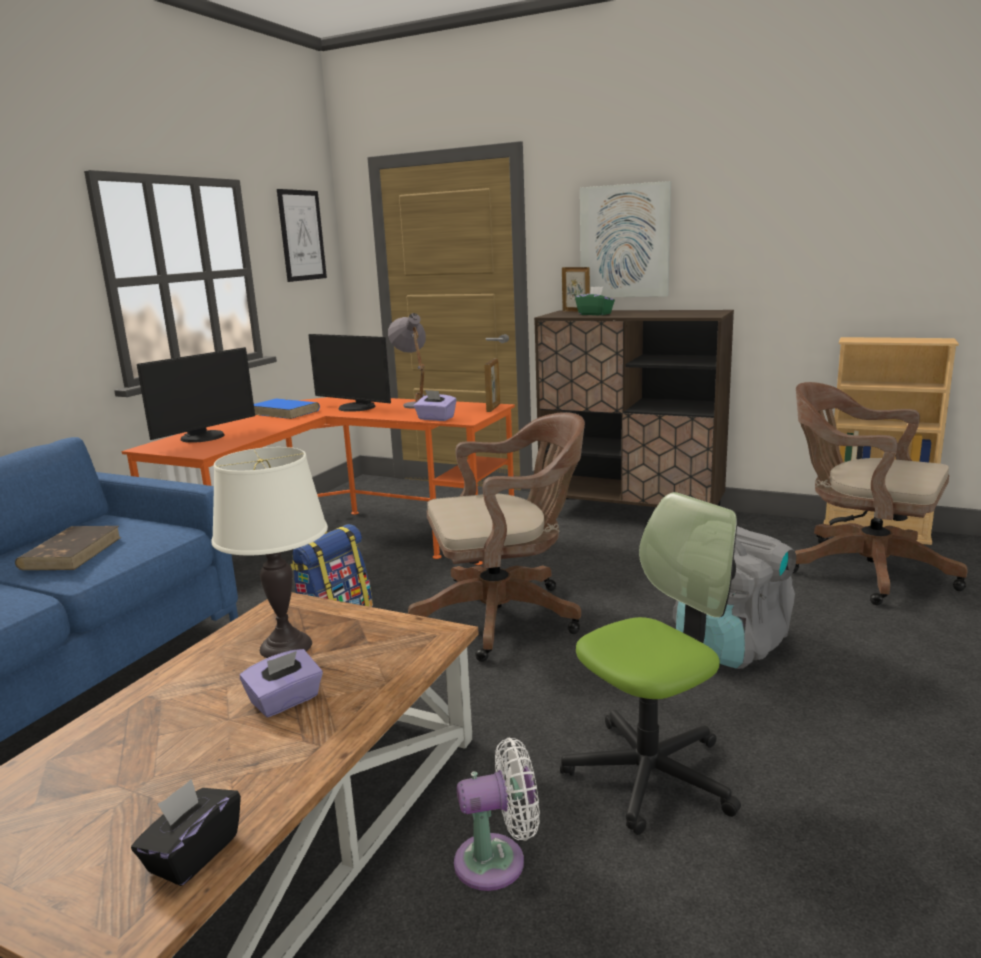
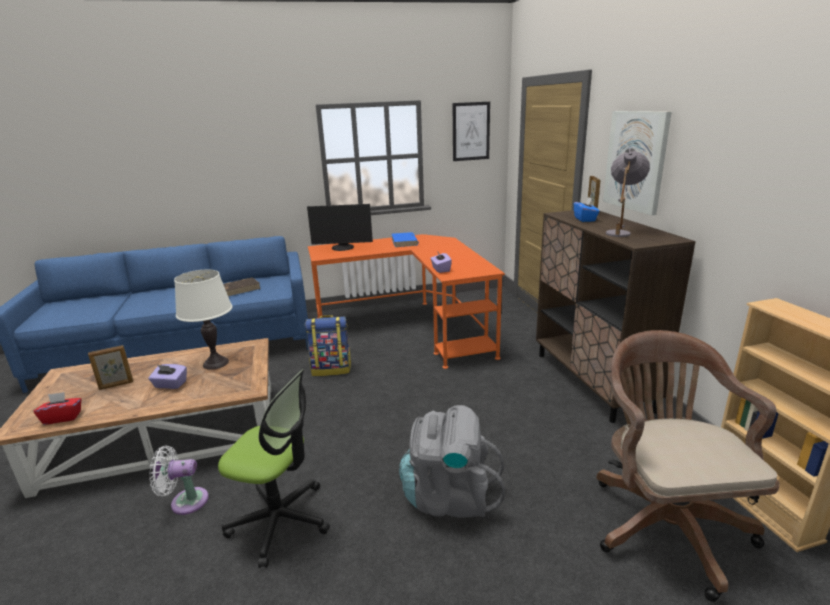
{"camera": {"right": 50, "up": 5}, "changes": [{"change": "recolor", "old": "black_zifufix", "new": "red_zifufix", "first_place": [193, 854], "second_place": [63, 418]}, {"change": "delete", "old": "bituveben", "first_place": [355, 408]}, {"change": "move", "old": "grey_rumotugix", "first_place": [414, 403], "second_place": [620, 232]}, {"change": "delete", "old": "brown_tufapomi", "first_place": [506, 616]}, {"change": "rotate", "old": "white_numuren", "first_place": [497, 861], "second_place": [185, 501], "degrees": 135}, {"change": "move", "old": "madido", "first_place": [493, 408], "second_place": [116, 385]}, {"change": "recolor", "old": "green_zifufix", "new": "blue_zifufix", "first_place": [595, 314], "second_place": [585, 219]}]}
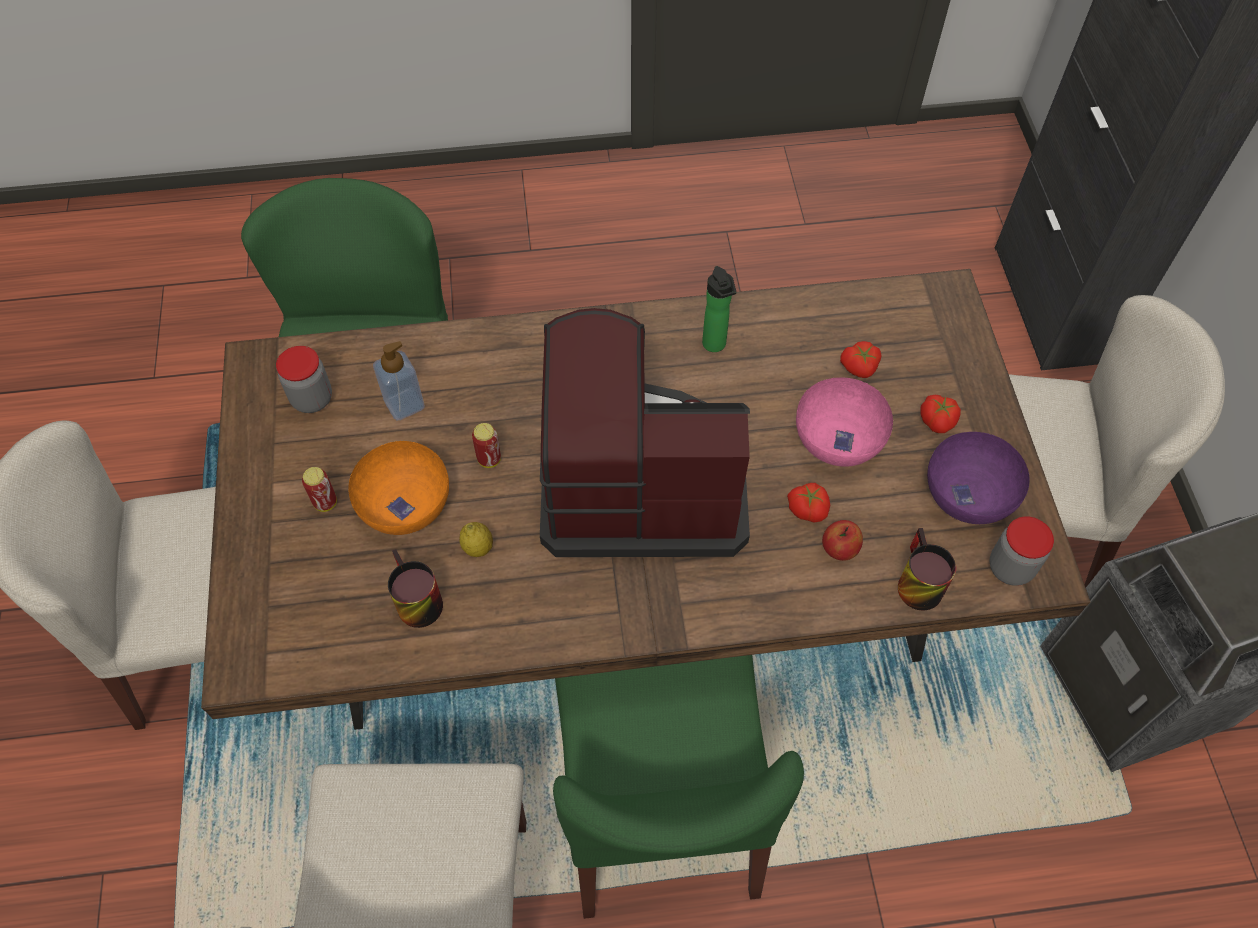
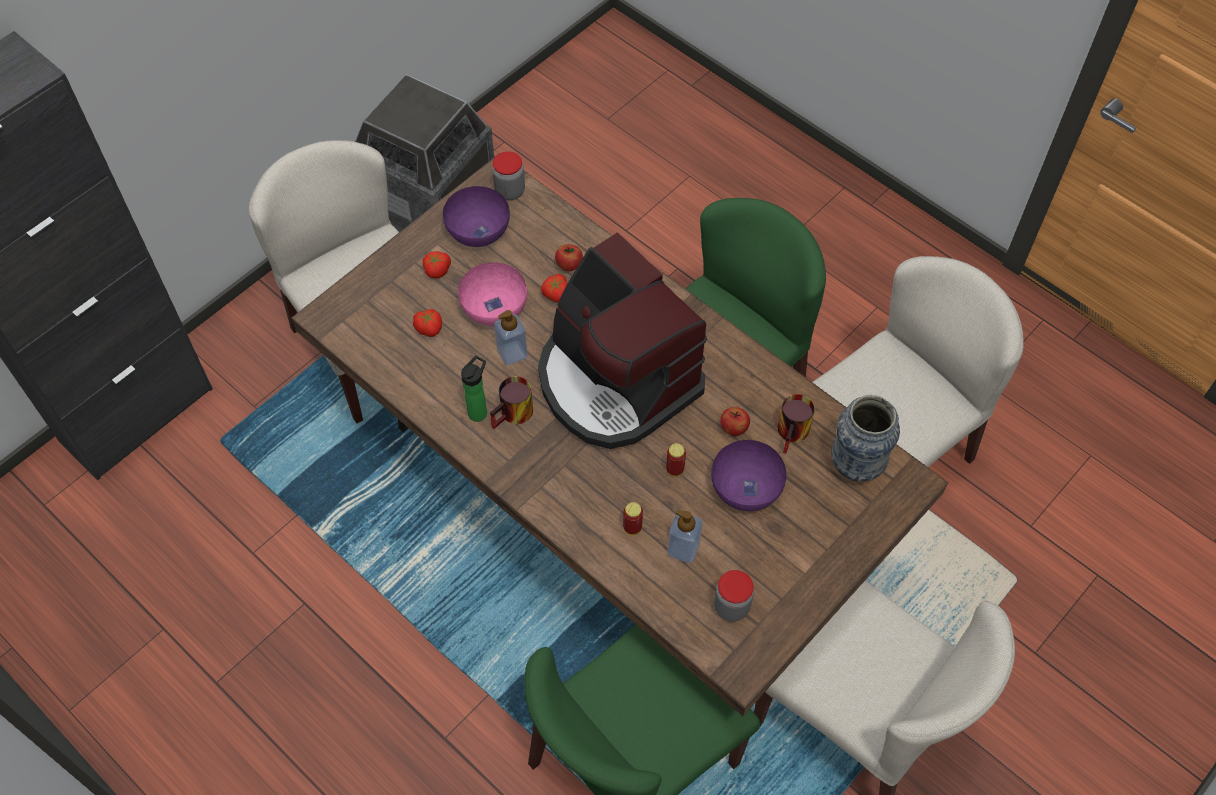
{"camera": {"right": -130, "up": 0}, "changes": [{"change": "move", "old": "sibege", "first_place": [325, 502], "second_place": [632, 527]}, {"change": "recolor", "old": "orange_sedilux", "new": "purple_sedilux", "first_place": [406, 505], "second_place": [745, 487]}, {"change": "replace", "old": "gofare", "new": "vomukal", "first_place": [478, 548], "second_place": [733, 428]}, {"change": "move", "old": "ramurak", "first_place": [914, 582], "second_place": [514, 416]}, {"change": "insert", "new": "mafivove", "second_place": [512, 353]}, {"change": "insert", "new": "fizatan", "second_place": [856, 465]}]}
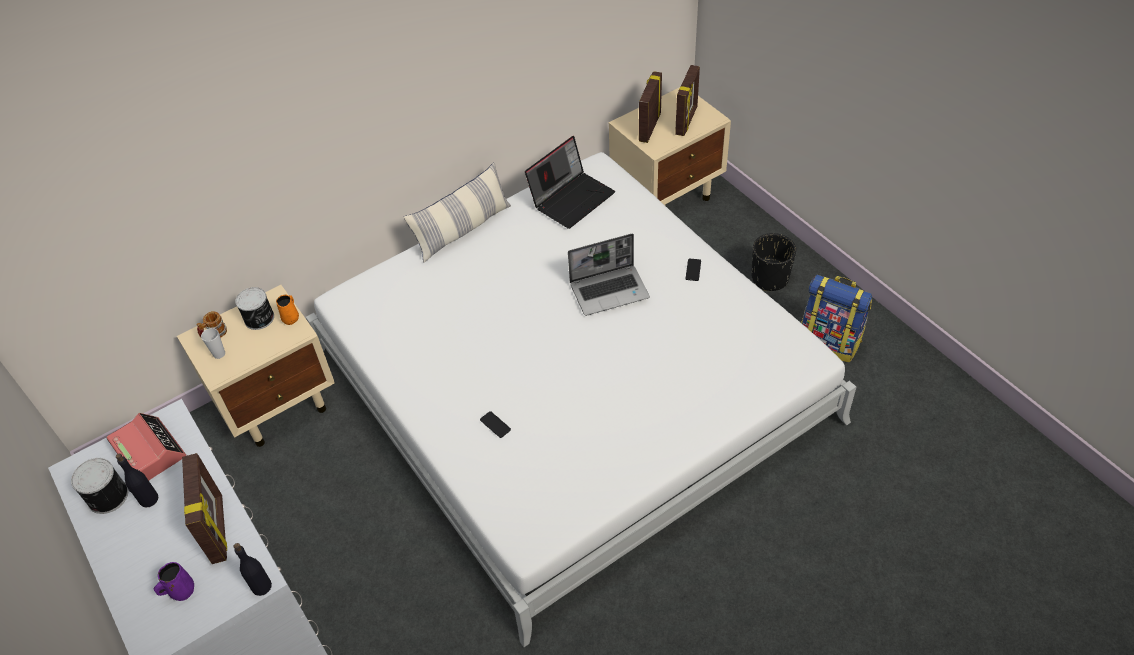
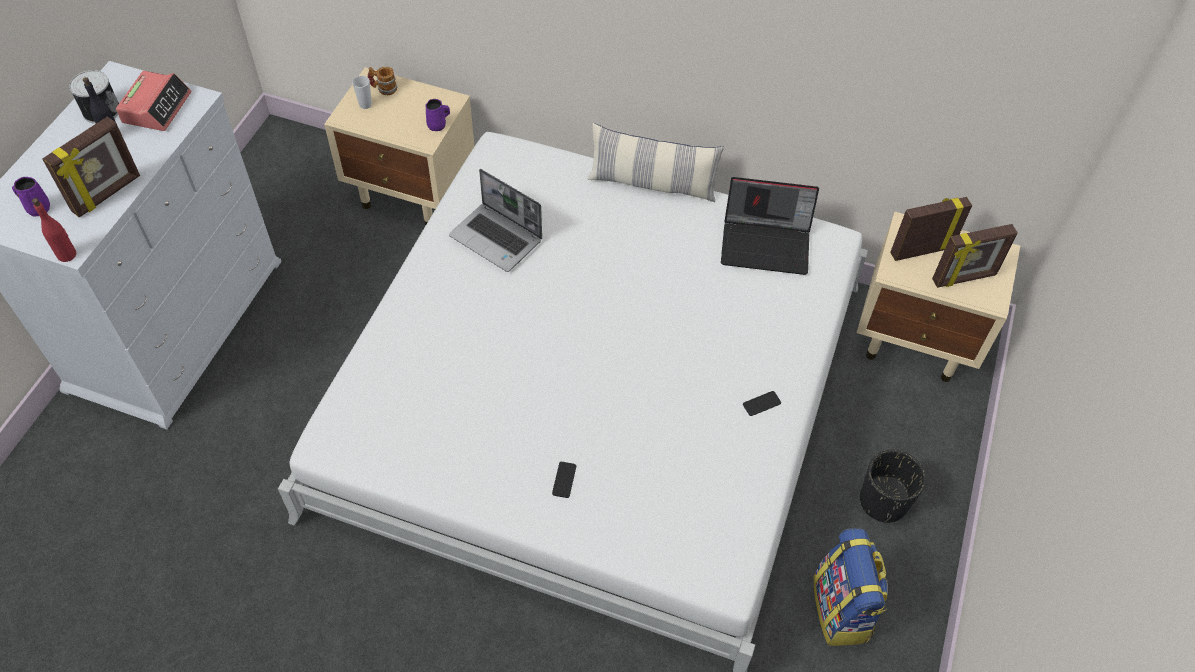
{"camera": {"right": 50, "up": 5}, "changes": [{"change": "recolor", "old": "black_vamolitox", "new": "red_vamolitox", "first_place": [262, 586], "second_place": [67, 254]}, {"change": "delete", "old": "sibege", "first_place": [259, 318]}, {"change": "recolor", "old": "orange_ramurak", "new": "purple_ramurak", "first_place": [291, 318], "second_place": [438, 125]}, {"change": "move", "old": "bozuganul", "first_place": [495, 425], "second_place": [564, 480]}, {"change": "move", "old": "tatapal", "first_place": [610, 290], "second_place": [497, 238]}]}
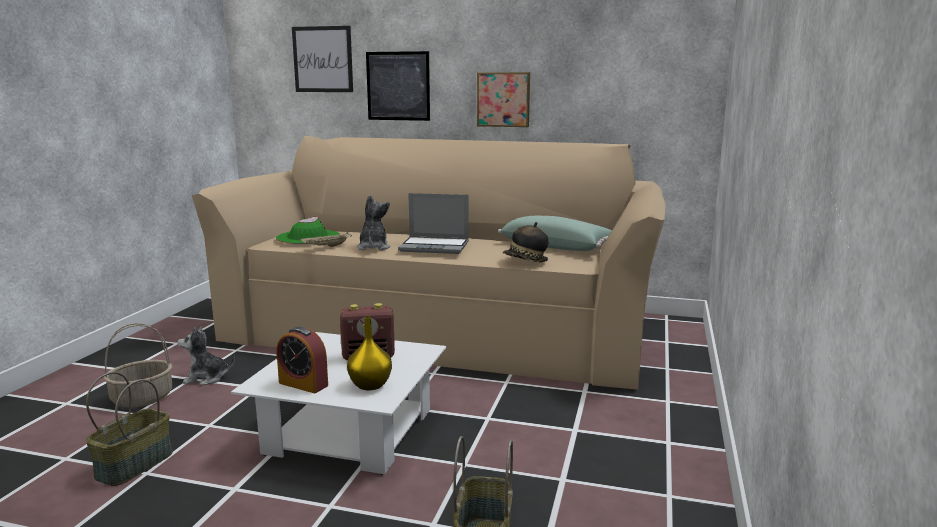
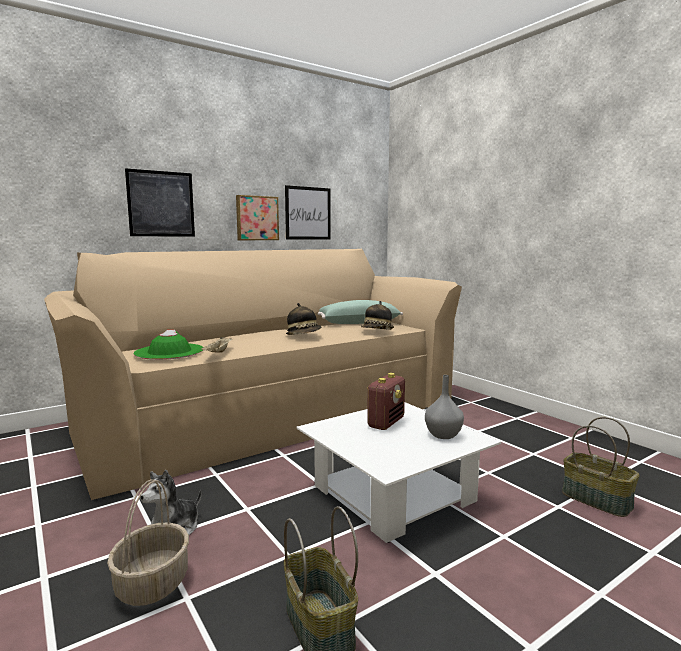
{"camera": {"right": -50, "up": -5}, "changes": [{"change": "delete", "old": "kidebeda", "first_place": [303, 384]}, {"change": "move", "old": "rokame", "first_place": [323, 59], "second_place": [308, 213]}, {"change": "recolor", "old": "yellow_fizatan", "new": "grey_fizatan", "first_place": [371, 385], "second_place": [443, 435]}, {"change": "delete", "old": "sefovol", "first_place": [373, 247]}, {"change": "replace", "old": "tatapal", "new": "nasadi", "first_place": [435, 247], "second_place": [304, 335]}]}
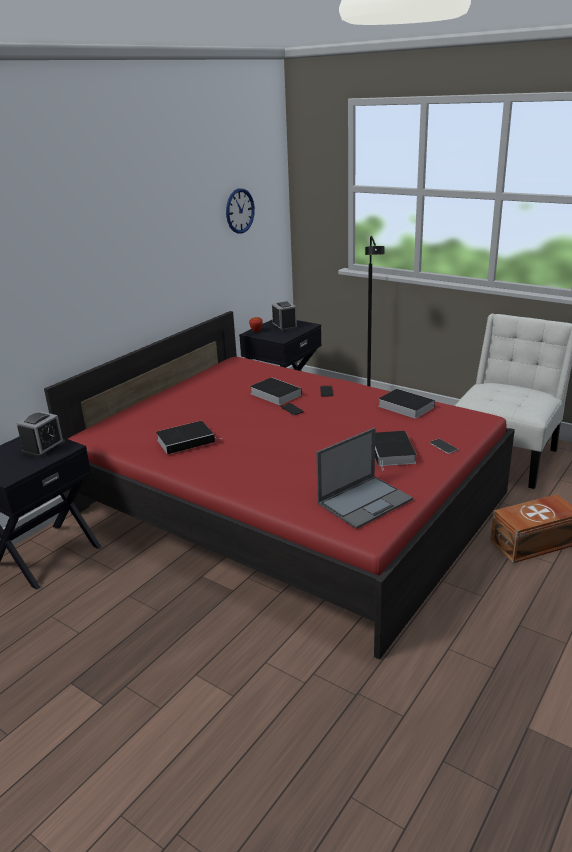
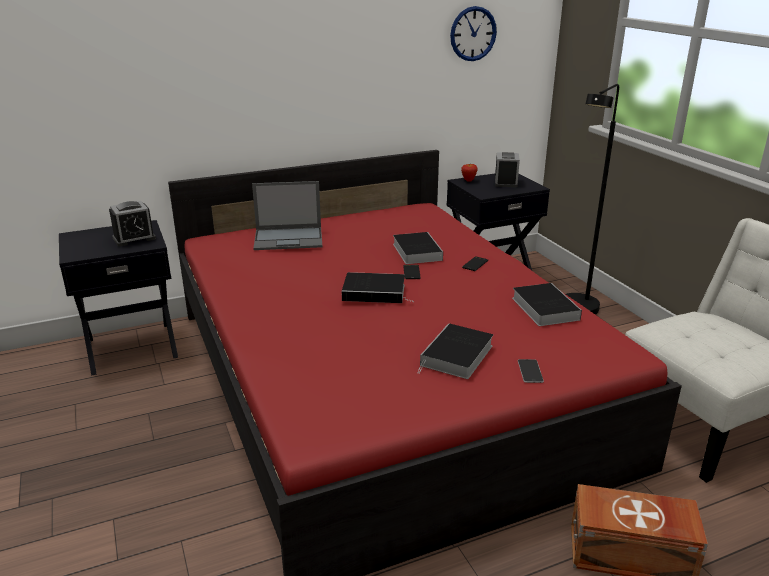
{"camera": {"right": 30, "up": 0}, "changes": [{"change": "move", "old": "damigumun", "first_place": [187, 440], "second_place": [376, 292]}, {"change": "move", "old": "tatapal", "first_place": [365, 501], "second_place": [289, 239]}]}
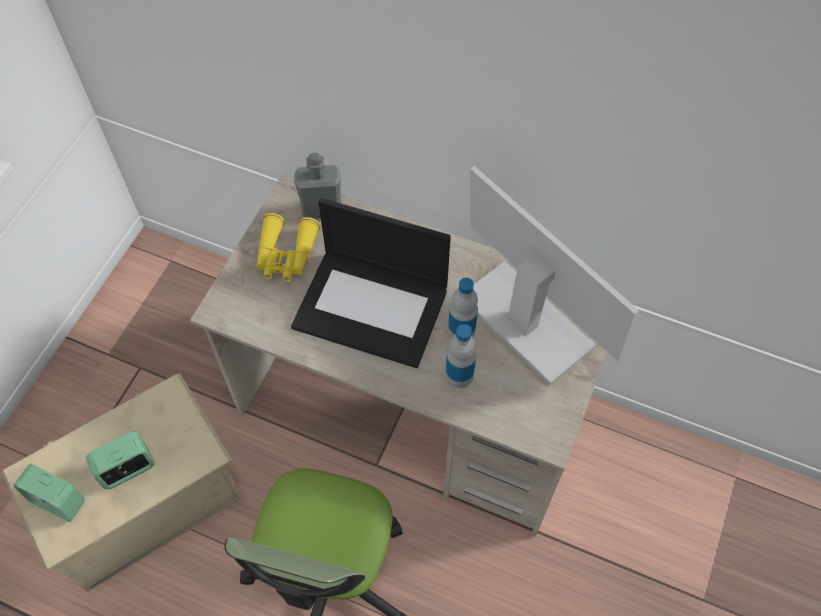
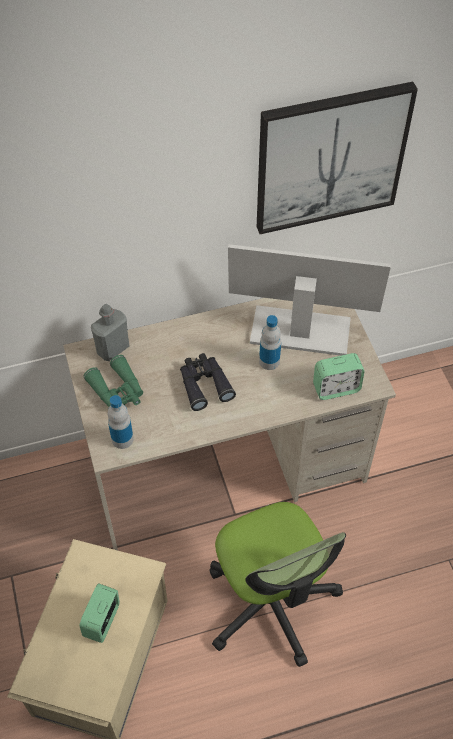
{"camera": {"right": -40, "up": -5}, "changes": [{"change": "move", "old": "kidebeda", "first_place": [58, 501], "second_place": [336, 388]}, {"change": "recolor", "old": "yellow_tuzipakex", "new": "green_tuzipakex", "first_place": [286, 255], "second_place": [118, 391]}, {"change": "replace", "old": "tatapal", "new": "black_tuzipakex", "first_place": [373, 307], "second_place": [204, 384]}, {"change": "move", "old": "vamolitox", "first_place": [459, 375], "second_place": [122, 439]}, {"change": "insert", "new": "rokame", "second_place": [330, 158]}]}
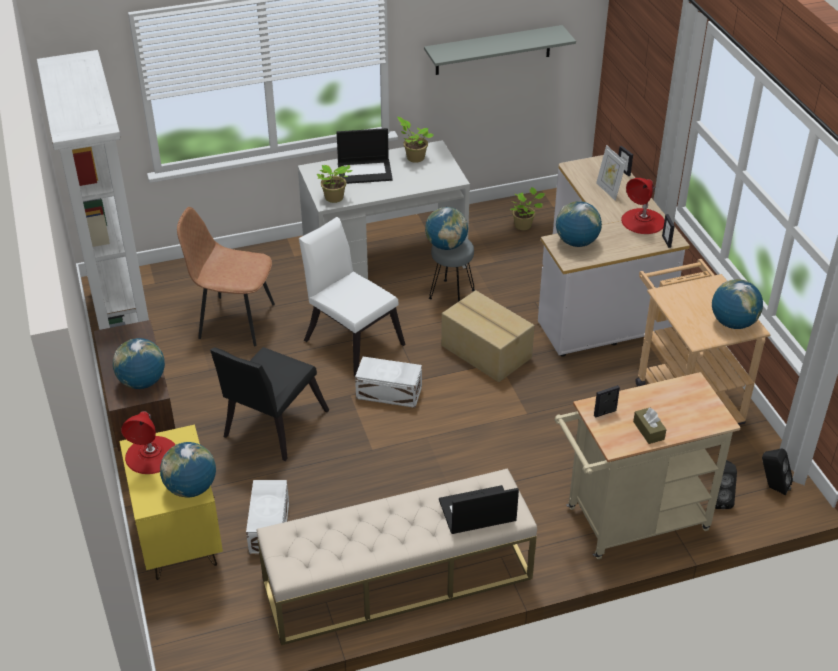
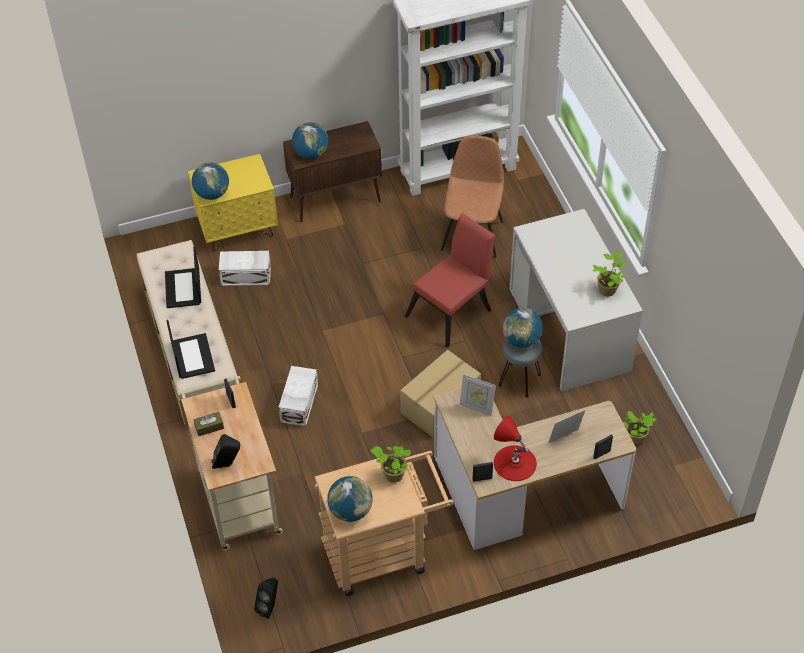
{"camera": {"right": 90, "up": 10}, "changes": [{"change": "delete", "old": "red_rumotugix", "first_place": [151, 455]}, {"change": "delete", "old": "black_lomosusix", "first_place": [271, 427]}, {"change": "recolor", "old": "white_lomosusix", "new": "red_lomosusix", "first_place": [351, 339], "second_place": [452, 311]}, {"change": "move", "old": "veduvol", "first_place": [334, 198], "second_place": [392, 475]}, {"change": "move", "old": "tatapal", "first_place": [365, 171], "second_place": [183, 288]}, {"change": "move", "old": "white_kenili", "first_place": [389, 393], "second_place": [298, 404]}, {"change": "delete", "old": "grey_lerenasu", "first_place": [493, 50]}, {"change": "replace", "old": "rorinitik", "new": "madido", "first_place": [576, 242], "second_place": [476, 407]}, {"change": "move", "old": "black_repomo", "first_place": [719, 499], "second_place": [228, 464]}]}
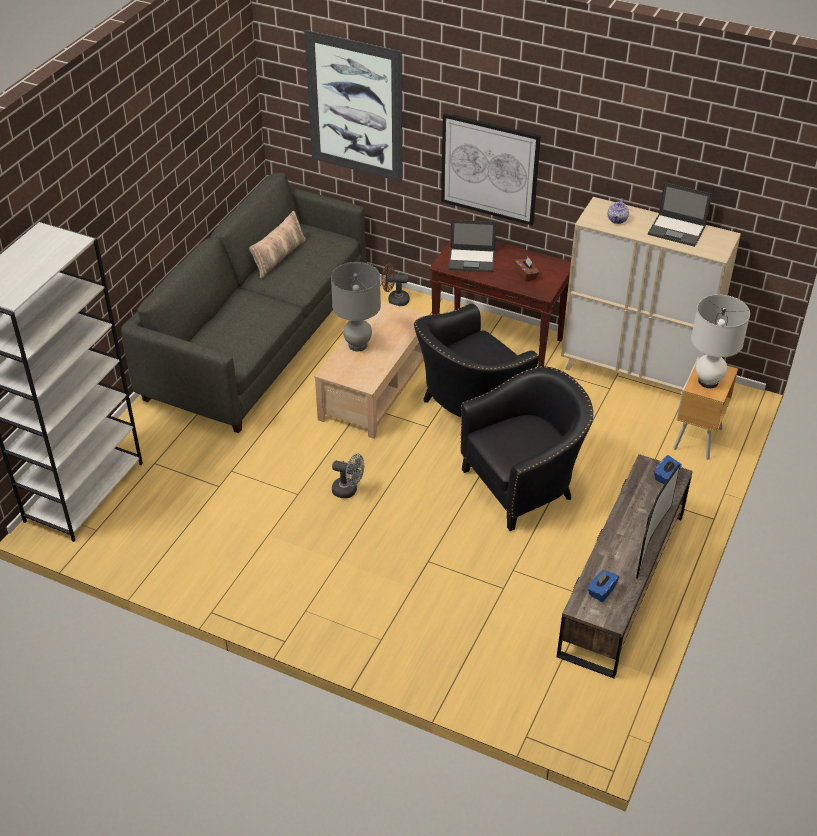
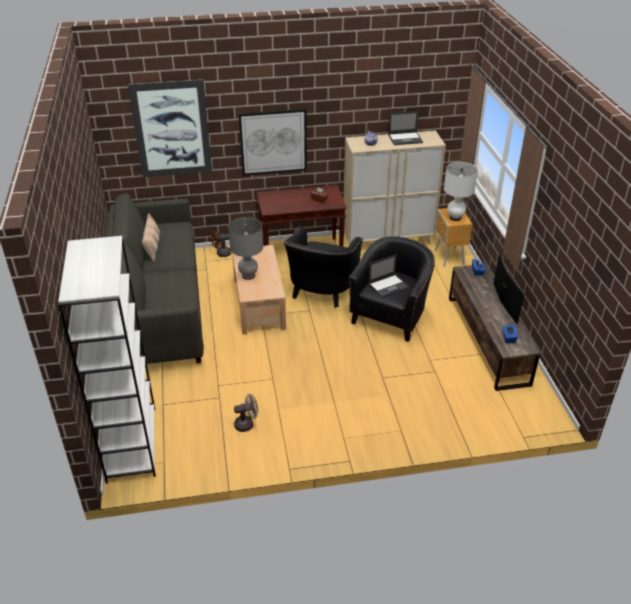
{"camera": {"right": -35, "up": -5}, "changes": [{"change": "move", "old": "grey_numuren", "first_place": [348, 490], "second_place": [247, 424]}, {"change": "move", "old": "tatapal", "first_place": [472, 260], "second_place": [388, 285]}]}
